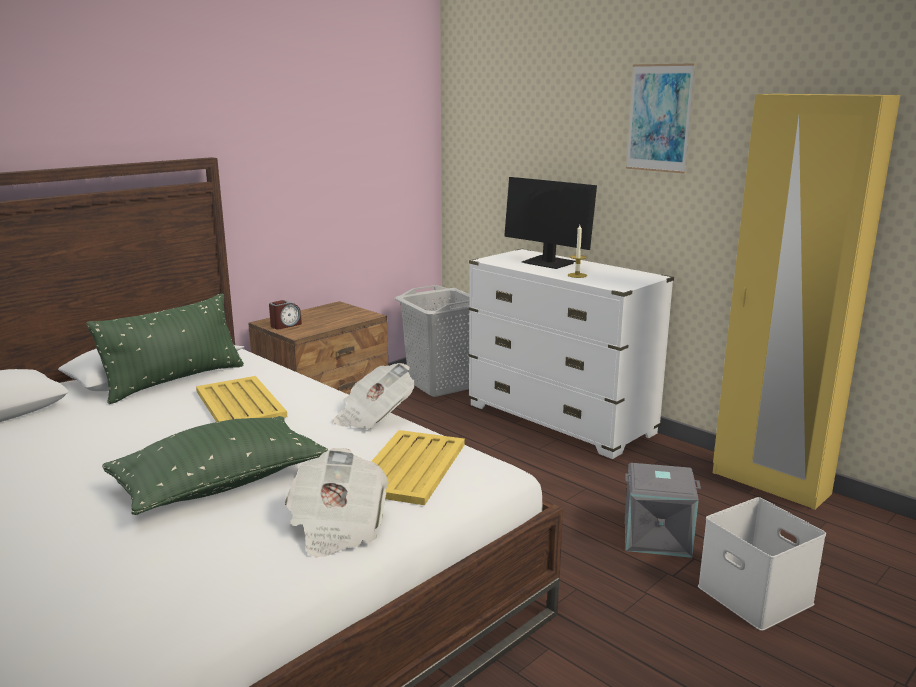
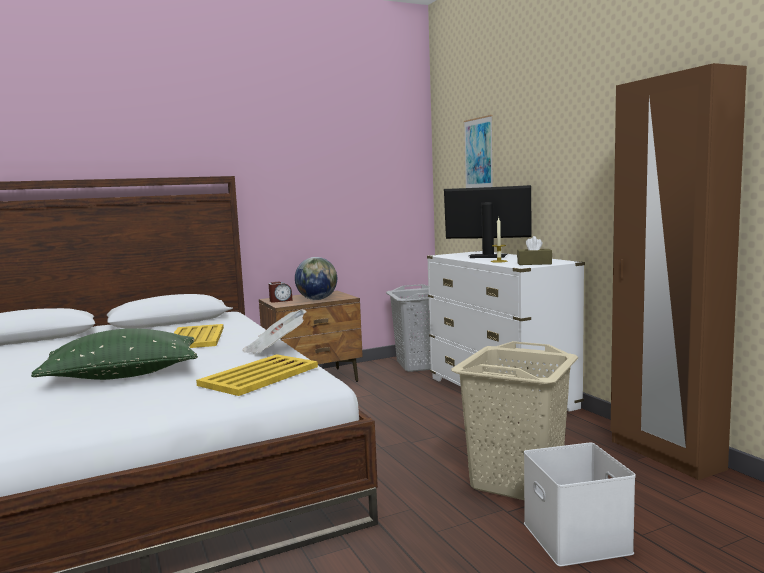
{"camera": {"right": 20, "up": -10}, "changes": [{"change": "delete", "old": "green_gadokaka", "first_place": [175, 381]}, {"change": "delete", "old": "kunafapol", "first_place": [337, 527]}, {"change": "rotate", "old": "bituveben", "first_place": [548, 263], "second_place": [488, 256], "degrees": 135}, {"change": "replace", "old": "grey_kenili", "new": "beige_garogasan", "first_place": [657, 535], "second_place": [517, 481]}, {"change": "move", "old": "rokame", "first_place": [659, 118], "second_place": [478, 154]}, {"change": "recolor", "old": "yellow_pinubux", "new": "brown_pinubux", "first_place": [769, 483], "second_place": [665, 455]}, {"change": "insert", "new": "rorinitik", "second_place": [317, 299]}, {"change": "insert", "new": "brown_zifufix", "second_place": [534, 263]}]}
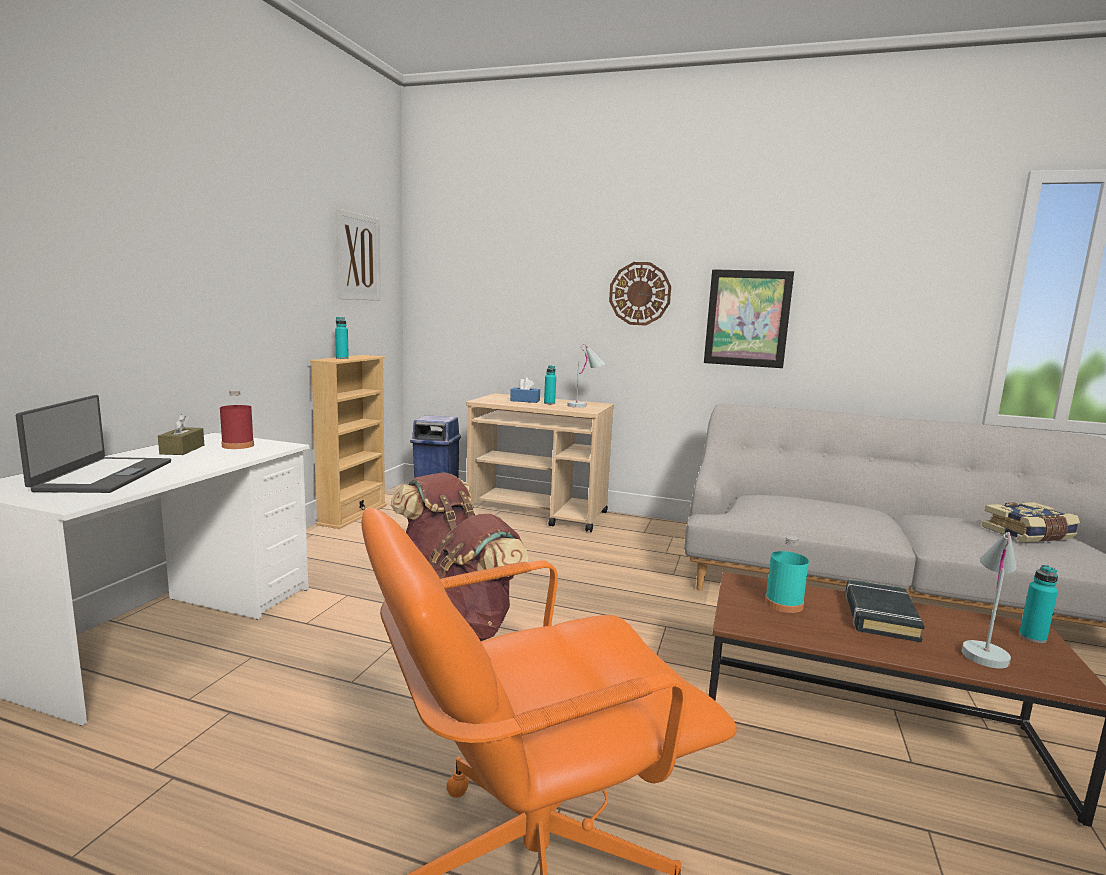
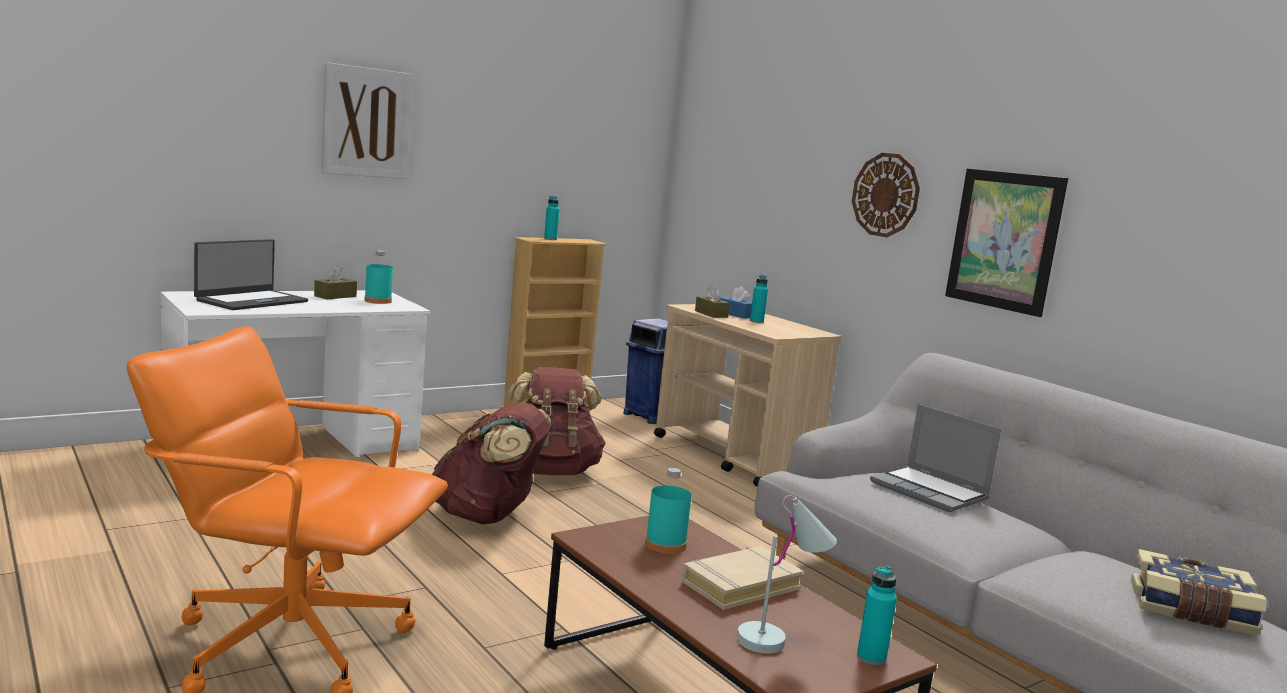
{"camera": {"right": 35, "up": 0}, "changes": [{"change": "recolor", "old": "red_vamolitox", "new": "turquoise_vamolitox", "first_place": [238, 445], "second_place": [378, 301]}, {"change": "move", "old": "rokame", "first_place": [358, 257], "second_place": [366, 122]}, {"change": "delete", "old": "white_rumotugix", "first_place": [585, 406]}, {"change": "recolor", "old": "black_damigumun", "new": "beige_damigumun", "first_place": [879, 616], "second_place": [740, 585]}, {"change": "insert", "new": "brown_zifufix", "second_place": [711, 314]}, {"change": "insert", "new": "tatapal", "second_place": [930, 492]}]}
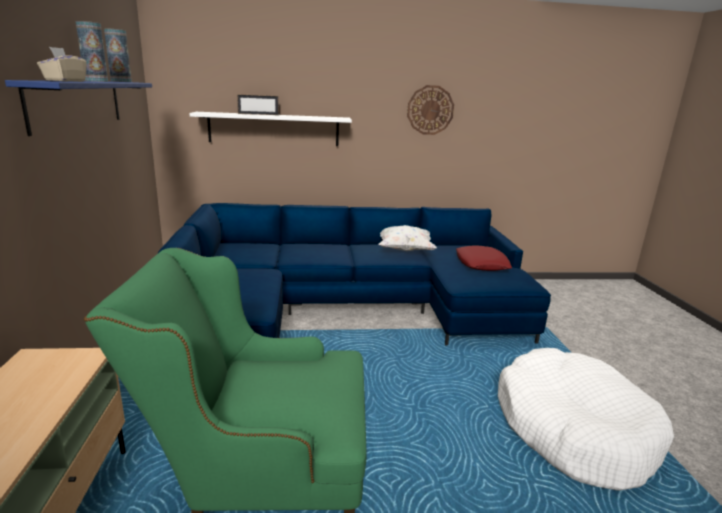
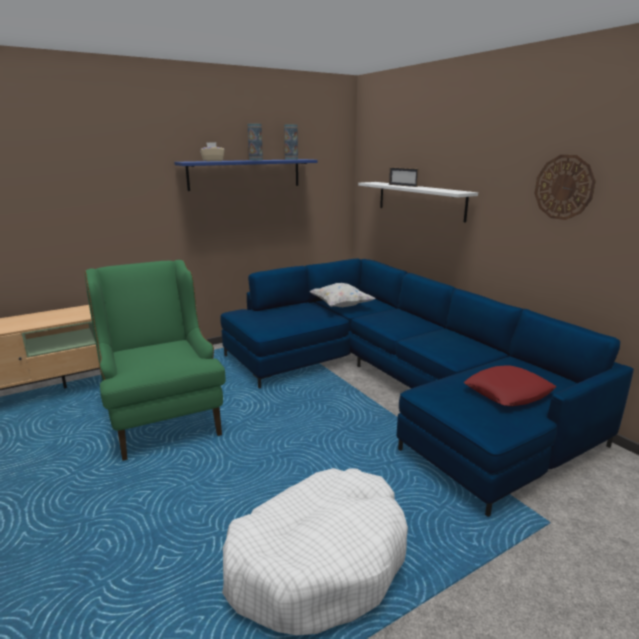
{"camera": {"right": 65, "up": 0}, "changes": [{"change": "move", "old": "white_gadokaka", "first_place": [404, 250], "second_place": [340, 306]}]}
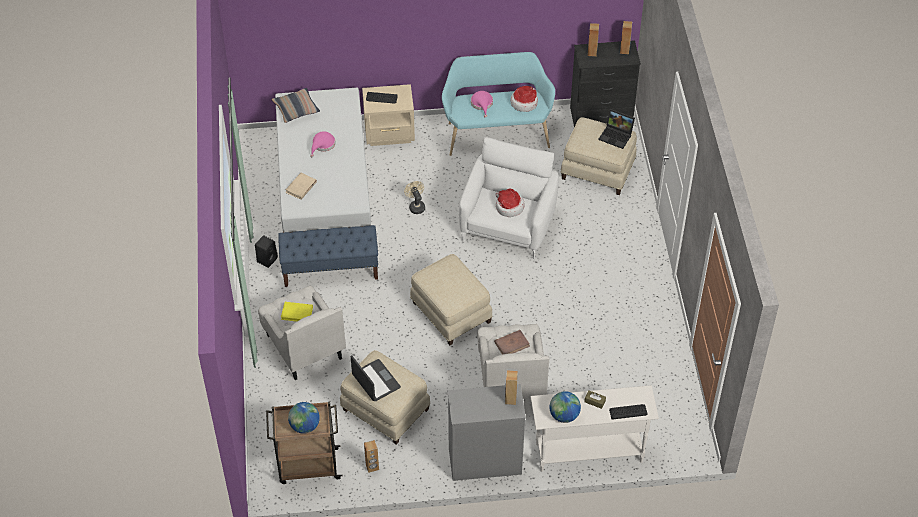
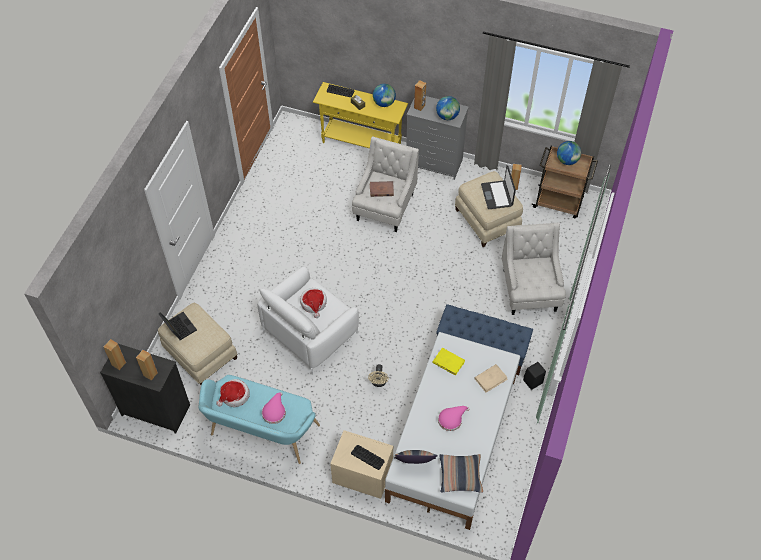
{"camera": {"right": -155, "up": 5}, "changes": [{"change": "move", "old": "yellow_damigumun", "first_place": [297, 313], "second_place": [448, 362]}, {"change": "delete", "old": "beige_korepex", "first_place": [450, 313]}, {"change": "recolor", "old": "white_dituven", "new": "yellow_dituven", "first_place": [588, 452], "second_place": [361, 143]}, {"change": "insert", "new": "gadokaka", "second_place": [415, 463]}, {"change": "insert", "new": "rorinitik", "second_place": [447, 116]}]}
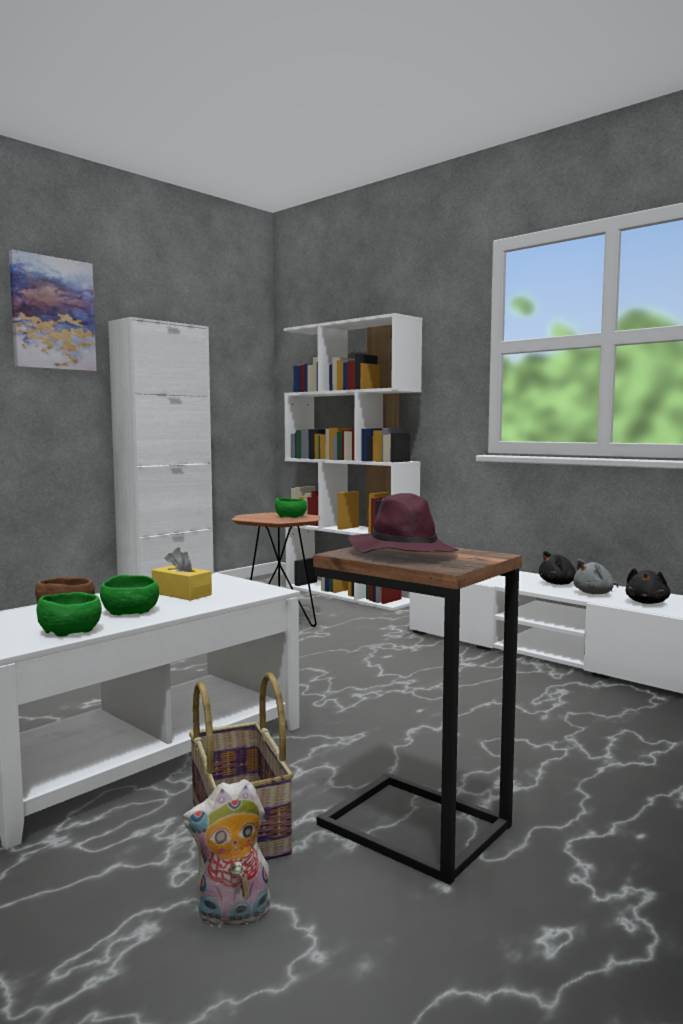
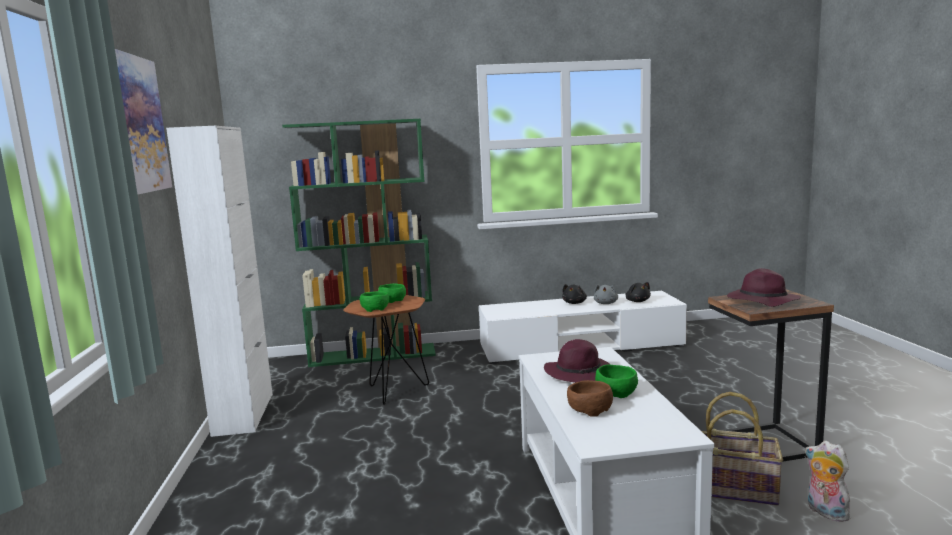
{"camera": {"right": -50, "up": 5}, "changes": [{"change": "move", "old": "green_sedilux", "first_place": [71, 630], "second_place": [374, 308]}, {"change": "replace", "old": "yellow_zifufix", "new": "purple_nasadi", "first_place": [182, 594], "second_place": [579, 373]}, {"change": "rotate", "old": "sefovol", "first_place": [232, 916], "second_place": [824, 512], "degrees": 120}, {"change": "recolor", "old": "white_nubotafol", "new": "green_nubotafol", "first_place": [350, 594], "second_place": [373, 355]}]}
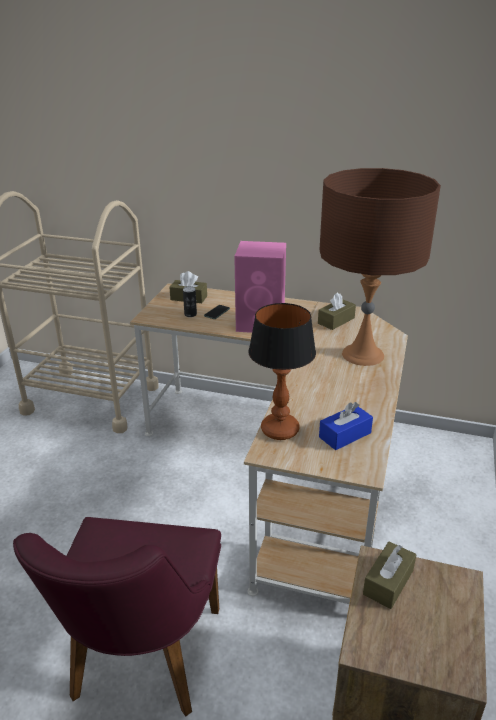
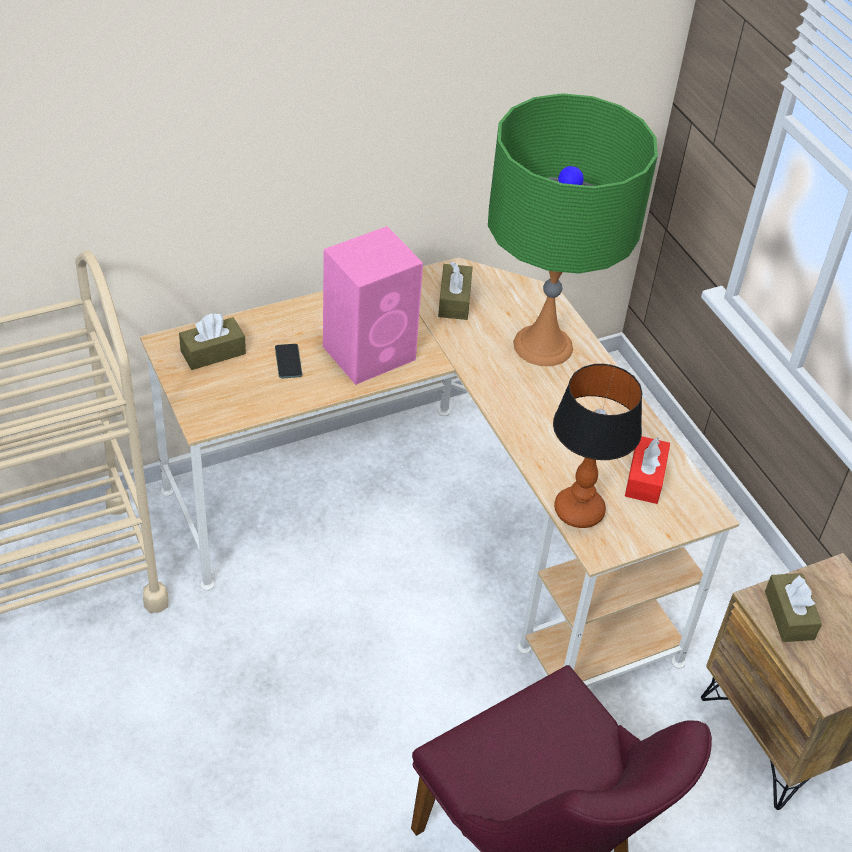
{"camera": {"right": -45, "up": 15}, "changes": [{"change": "delete", "old": "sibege", "first_place": [190, 314]}, {"change": "recolor", "old": "blue_zifufix", "new": "red_zifufix", "first_place": [345, 435], "second_place": [645, 478]}, {"change": "recolor", "old": "brown_rumotugix", "new": "green_rumotugix", "first_place": [363, 354], "second_place": [543, 345]}]}
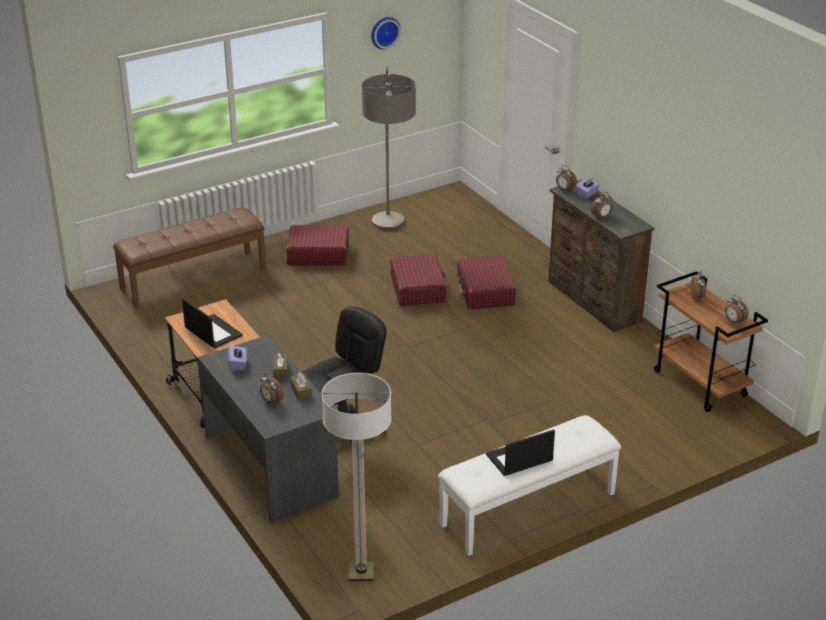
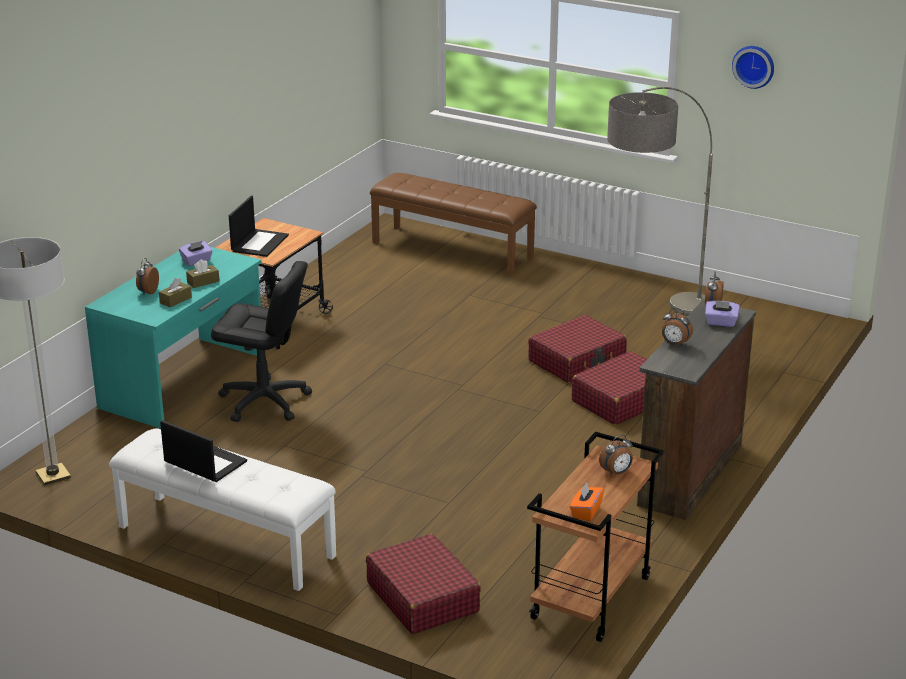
{"camera": {"right": 60, "up": -5}, "changes": [{"change": "recolor", "old": "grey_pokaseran", "new": "turquoise_pokaseran", "first_place": [272, 465], "second_place": [184, 381]}, {"change": "move", "old": "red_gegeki", "first_place": [318, 254], "second_place": [422, 597]}, {"change": "replace", "old": "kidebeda", "new": "orange_zifufix", "first_place": [734, 321], "second_place": [586, 512]}]}
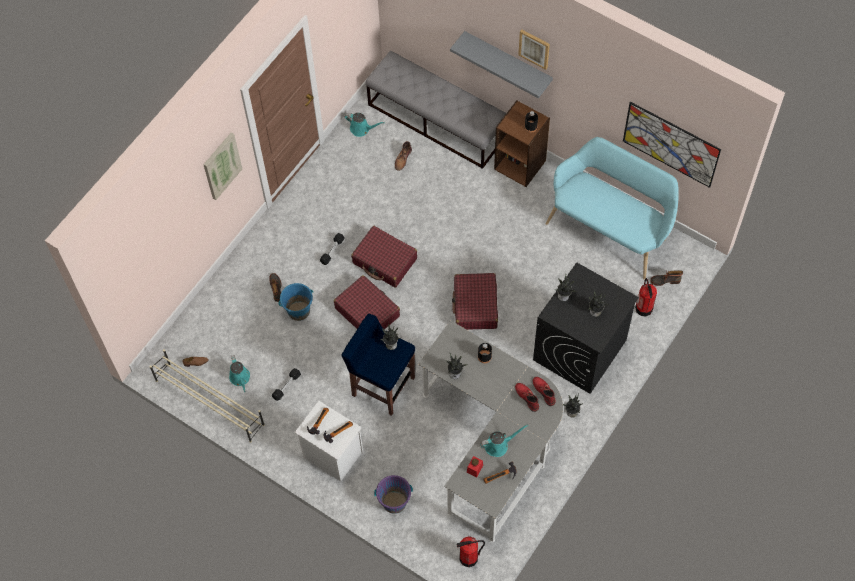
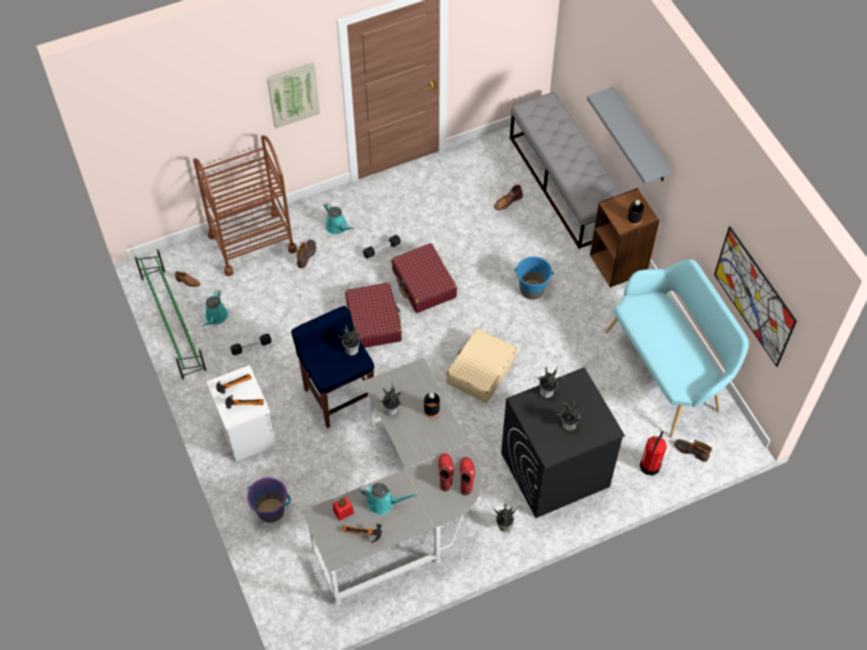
{"camera": {"right": 30, "up": -5}, "changes": [{"change": "recolor", "old": "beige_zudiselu", "new": "green_zudiselu", "first_place": [209, 402], "second_place": [173, 322]}, {"change": "move", "old": "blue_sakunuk", "first_place": [298, 311], "second_place": [532, 289]}, {"change": "move", "old": "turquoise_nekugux", "first_place": [361, 129], "second_place": [337, 227]}, {"change": "recolor", "old": "red_gegeki", "new": "beige_gegeki", "first_place": [475, 306], "second_place": [480, 371]}, {"change": "delete", "old": "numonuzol", "first_place": [469, 558]}, {"change": "delete", "old": "rokame", "first_place": [534, 48]}, {"change": "insert", "new": "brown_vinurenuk", "second_place": [252, 242]}]}
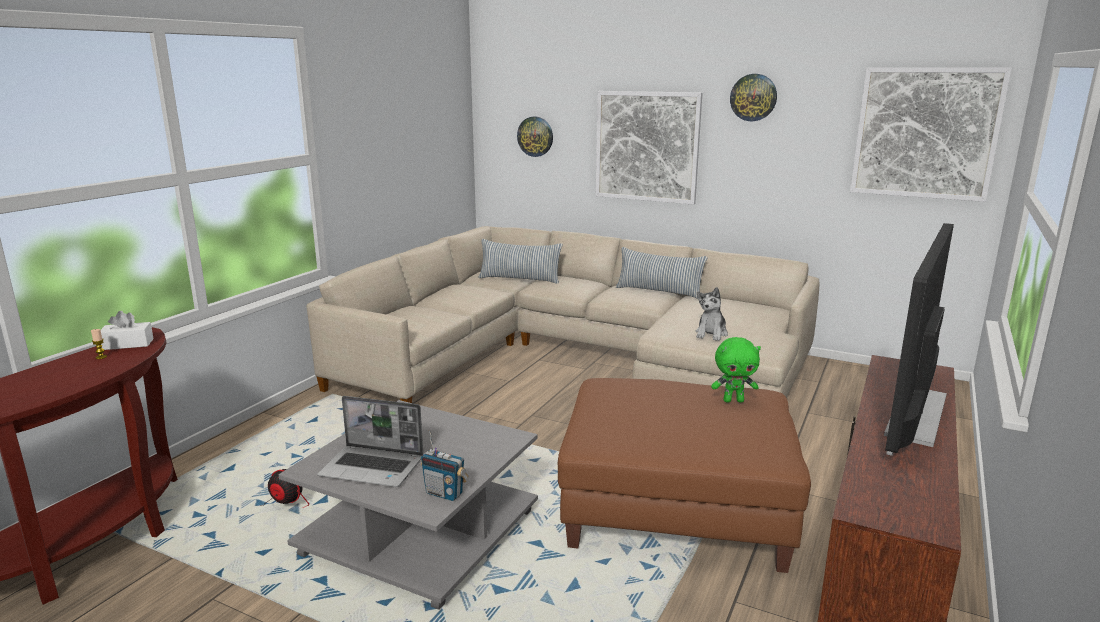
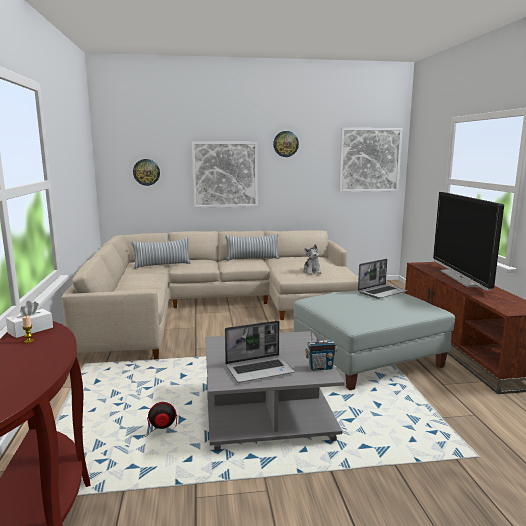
{"camera": {"right": -35, "up": -5}, "changes": [{"change": "recolor", "old": "brown_korepex", "new": "grey_korepex", "first_place": [677, 507], "second_place": [367, 358]}, {"change": "replace", "old": "green_sefovol", "new": "tatapal", "first_place": [733, 400], "second_place": [382, 292]}]}
